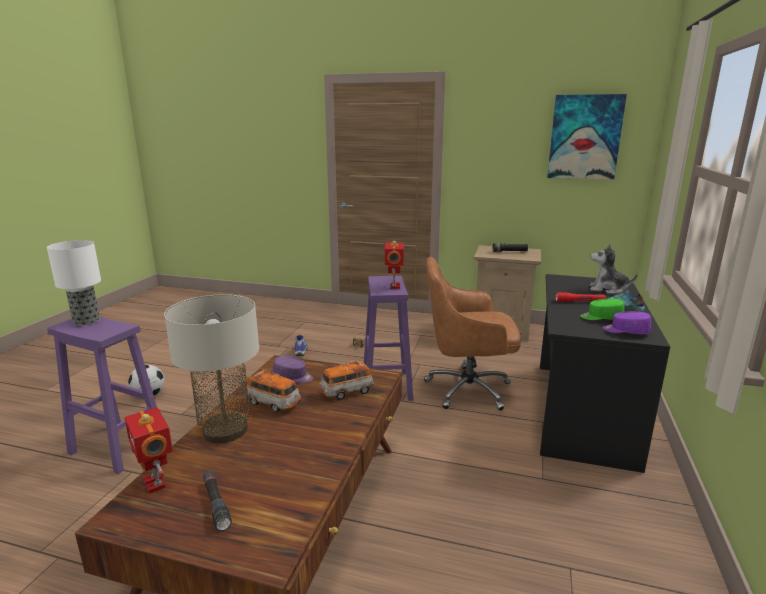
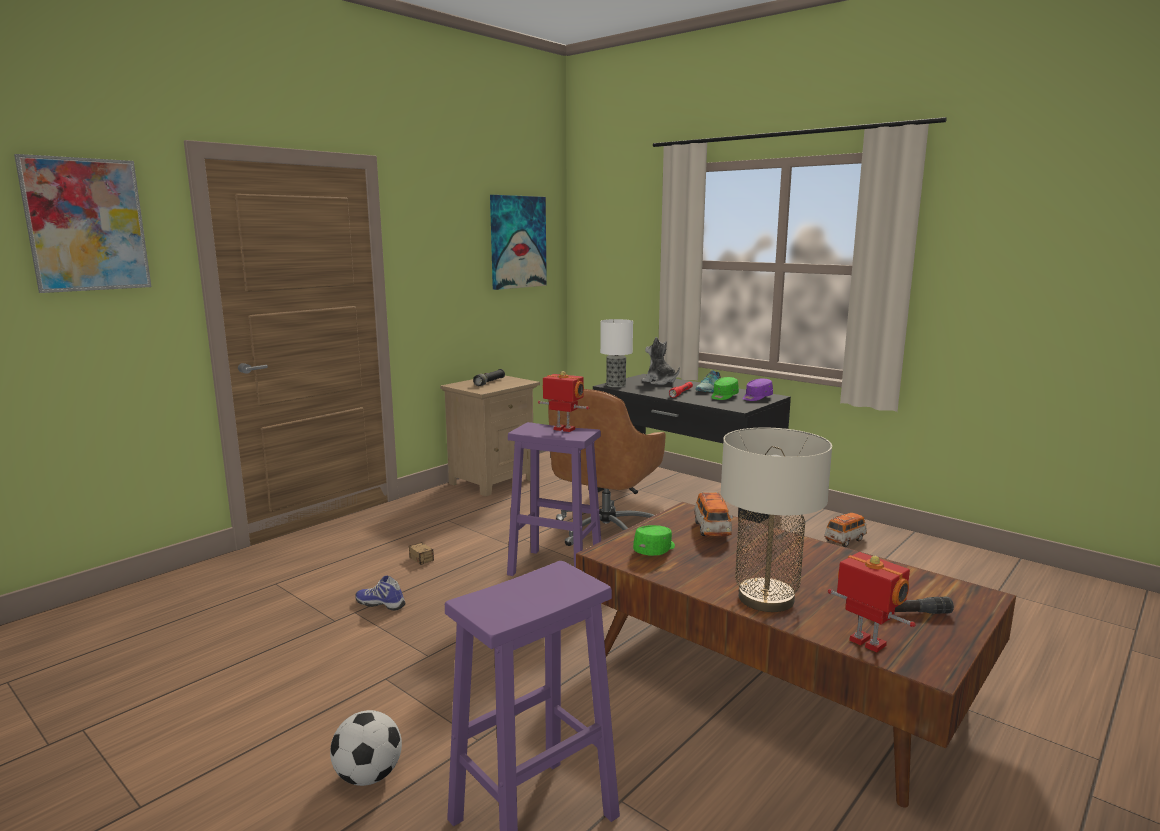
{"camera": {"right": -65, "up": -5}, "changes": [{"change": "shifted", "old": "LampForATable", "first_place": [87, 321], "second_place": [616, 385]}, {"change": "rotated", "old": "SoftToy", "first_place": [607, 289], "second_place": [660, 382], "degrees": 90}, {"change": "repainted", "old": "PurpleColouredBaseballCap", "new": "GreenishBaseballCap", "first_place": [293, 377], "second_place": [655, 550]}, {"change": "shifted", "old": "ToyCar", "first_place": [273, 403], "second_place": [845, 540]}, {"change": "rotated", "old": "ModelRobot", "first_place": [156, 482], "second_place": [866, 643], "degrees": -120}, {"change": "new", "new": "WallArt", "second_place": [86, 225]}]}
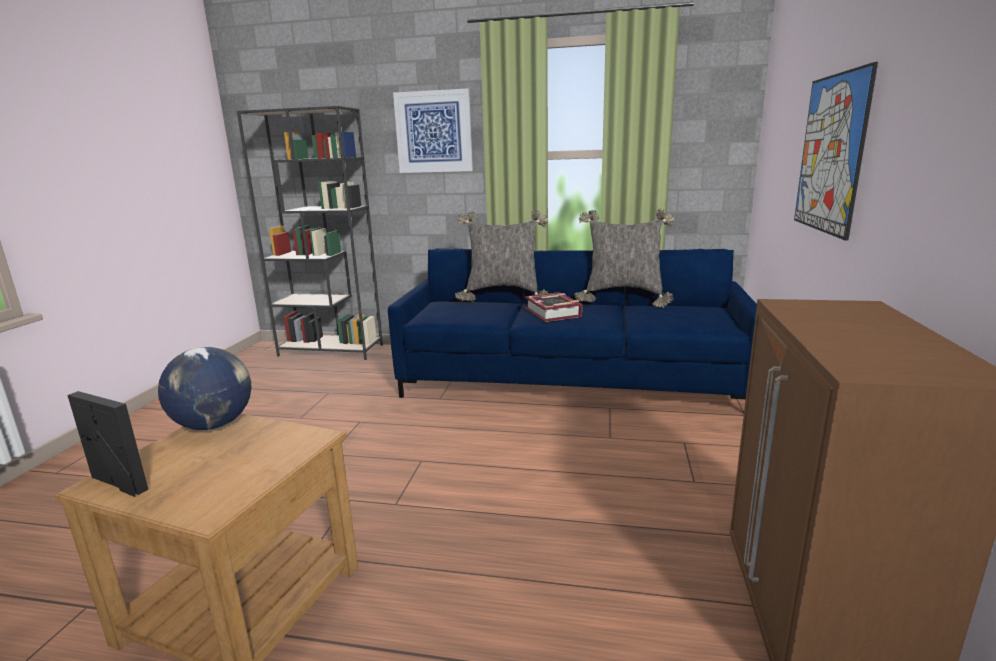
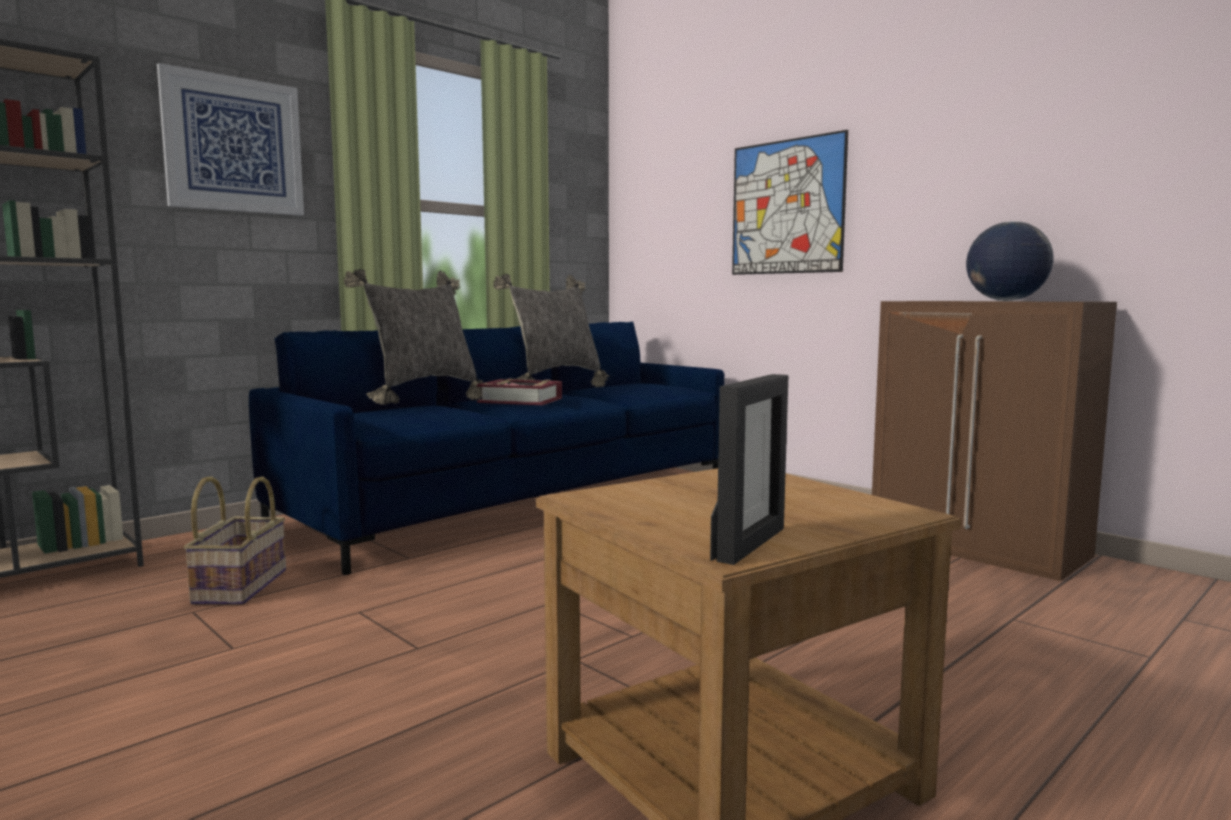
{"camera": {"right": -55, "up": -10}, "changes": [{"change": "shifted", "old": "Globe", "first_place": [215, 425], "second_place": [1005, 301]}, {"change": "rotated", "old": "PictureFrame", "first_place": [117, 484], "second_place": [749, 543], "degrees": 150}, {"change": "new", "new": "StorageBasket", "second_place": [239, 586]}]}
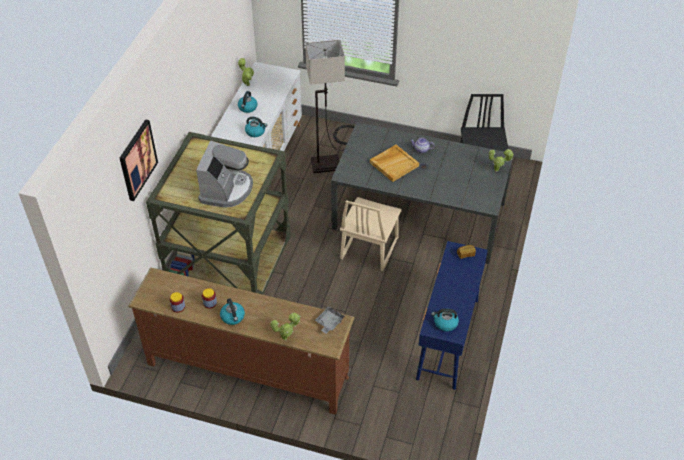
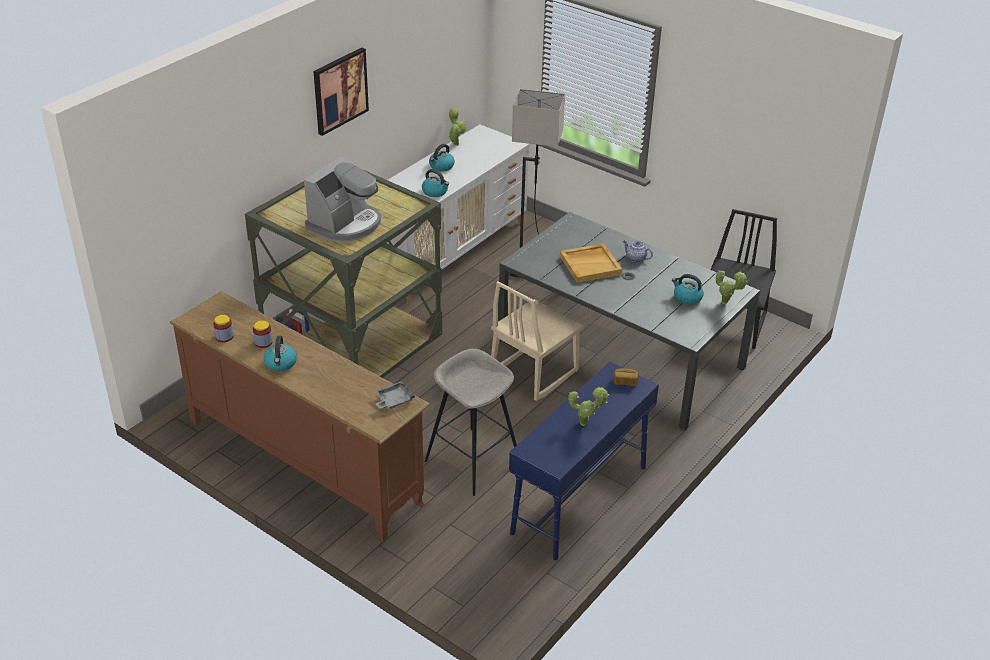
{"camera": {"right": 20, "up": -10}, "changes": [{"change": "shifted", "old": "WallArt", "first_place": [137, 159], "second_place": [340, 90]}, {"change": "shifted", "old": "Kettle", "first_place": [445, 323], "second_place": [687, 298]}, {"change": "shifted", "old": "Houseplant", "first_place": [286, 337], "second_place": [585, 423]}, {"change": "new", "new": "GrayStool", "second_place": [472, 460]}]}
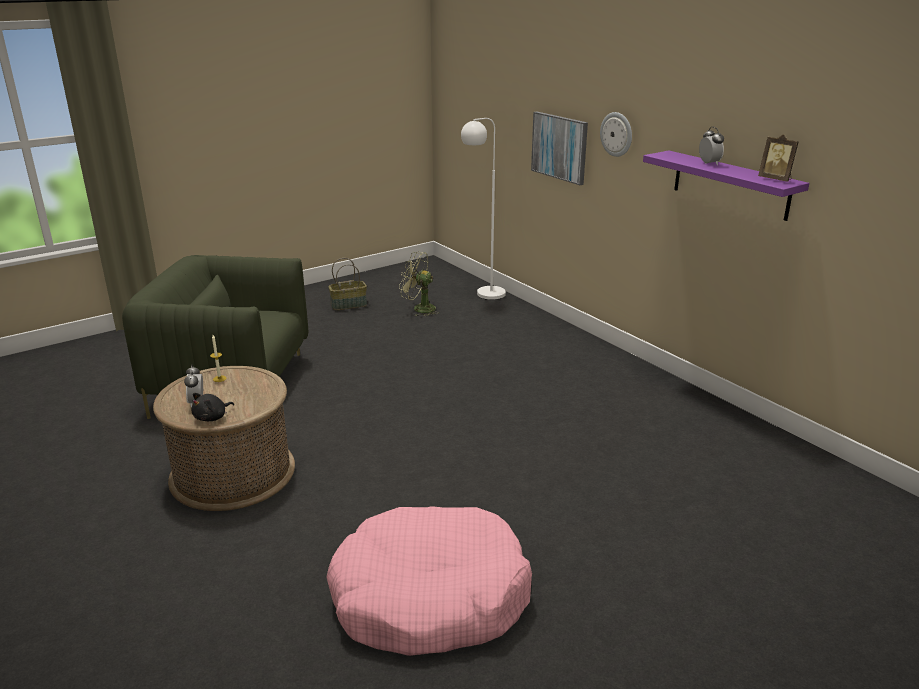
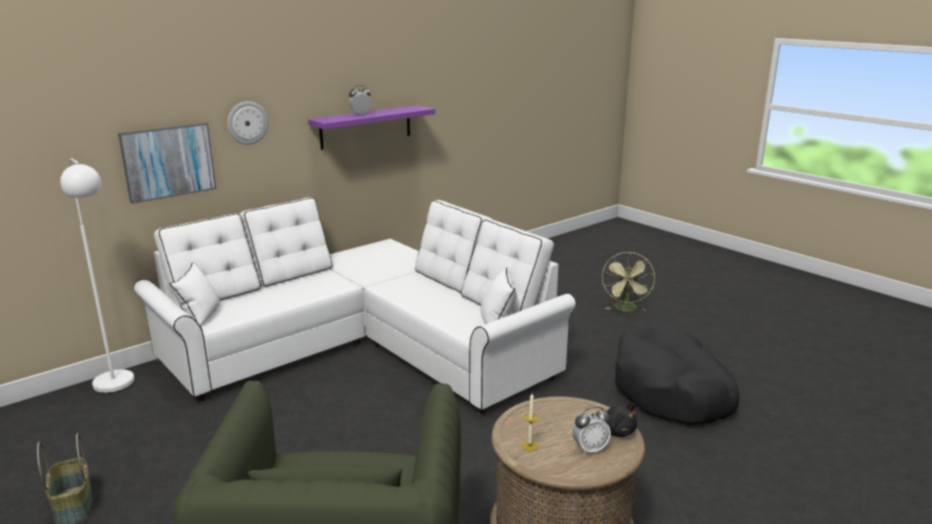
{"camera": {"right": -95, "up": -5}, "changes": [{"change": "gone", "old": "PictureFrame", "first_place": [776, 179]}, {"change": "shifted", "old": "GreenishElectricFan", "first_place": [419, 309], "second_place": [626, 310]}, {"change": "repainted", "old": "PinkDogBed", "new": "BlackColouredDogBed", "first_place": [430, 597], "second_place": [671, 391]}, {"change": "new", "new": "WhiteColouredCouch", "second_place": [365, 347]}]}
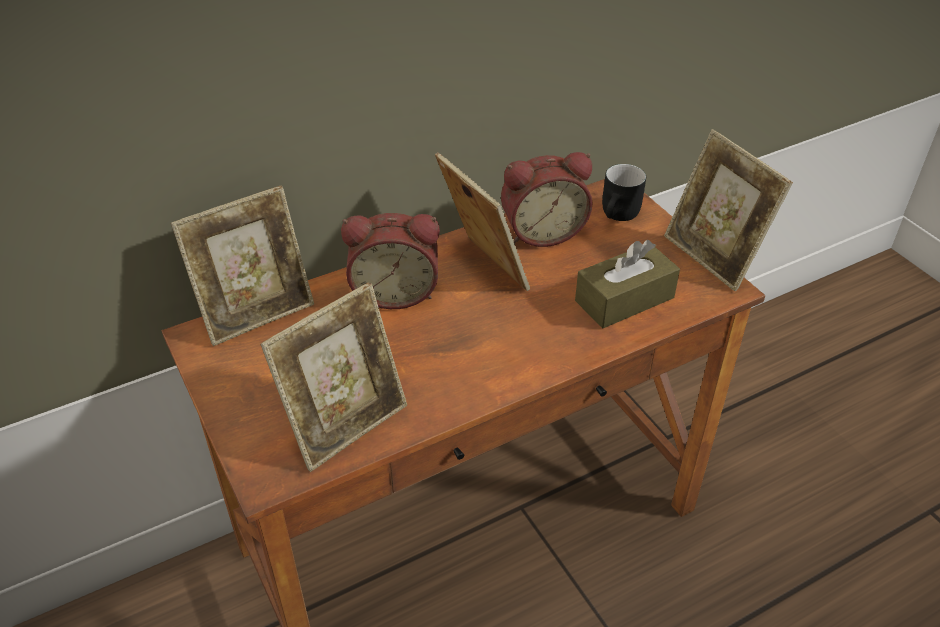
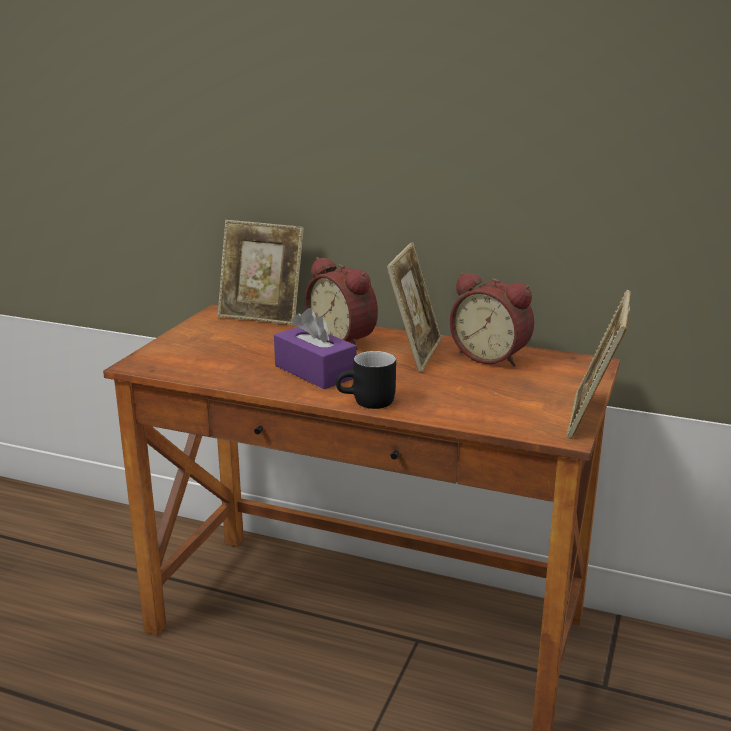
{"camera": {"right": 50, "up": -20}, "changes": [{"change": "shifted", "old": "BlackColouredTeaMug", "first_place": [620, 215], "second_place": [368, 403]}, {"change": "gone", "old": "BrownishBoxOfTissues", "first_place": [624, 299]}, {"change": "gone", "old": "PictureFrame", "first_place": [346, 424]}, {"change": "new", "new": "PurpleColouredBoxOfTissues", "second_place": [315, 371]}]}
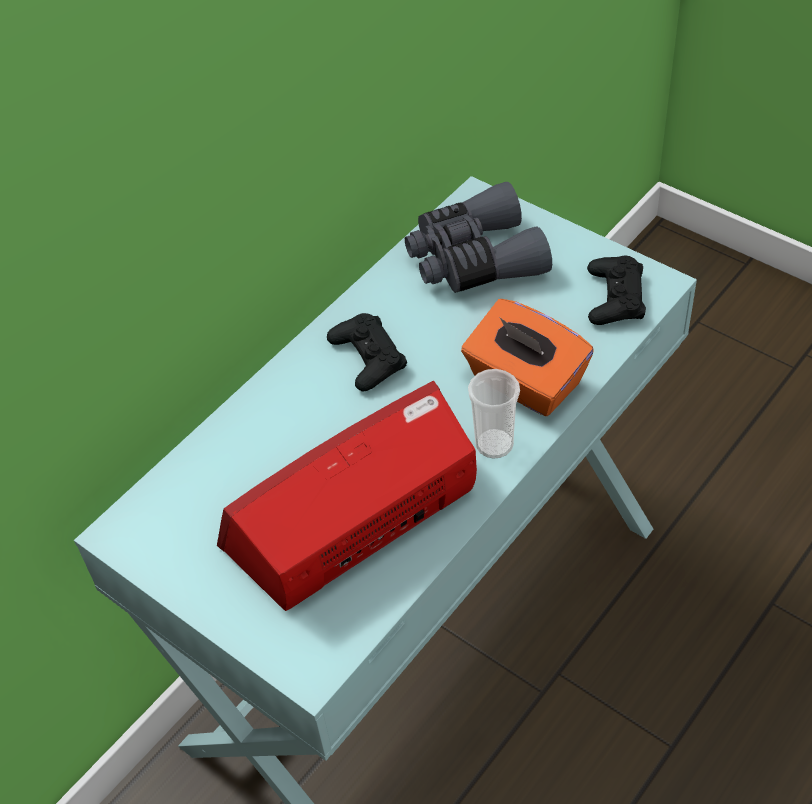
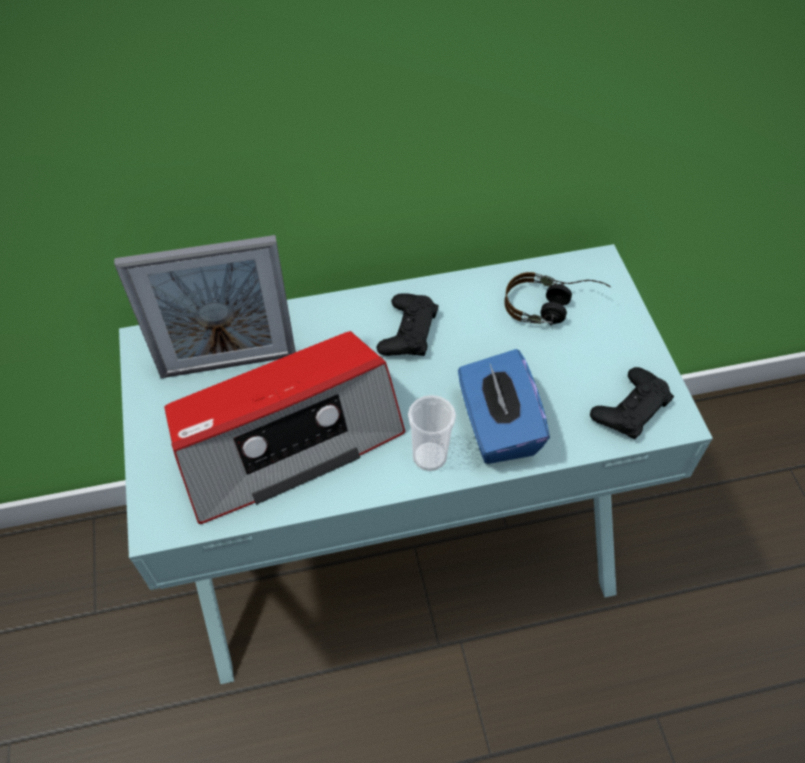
{"camera": {"right": 35, "up": 5}, "changes": [{"change": "swapped", "old": "GrayFieldGlasses", "new": "Headset", "first_place": [474, 259], "second_place": [553, 308]}, {"change": "repainted", "old": "OrangeBoxOfTissues", "new": "BluishBoxOfTissues", "first_place": [525, 382], "second_place": [497, 426]}, {"change": "rotated", "old": "RadioSet", "first_place": [354, 518], "second_place": [286, 439], "degrees": 150}, {"change": "new", "new": "PictureFrame", "second_place": [228, 364]}]}
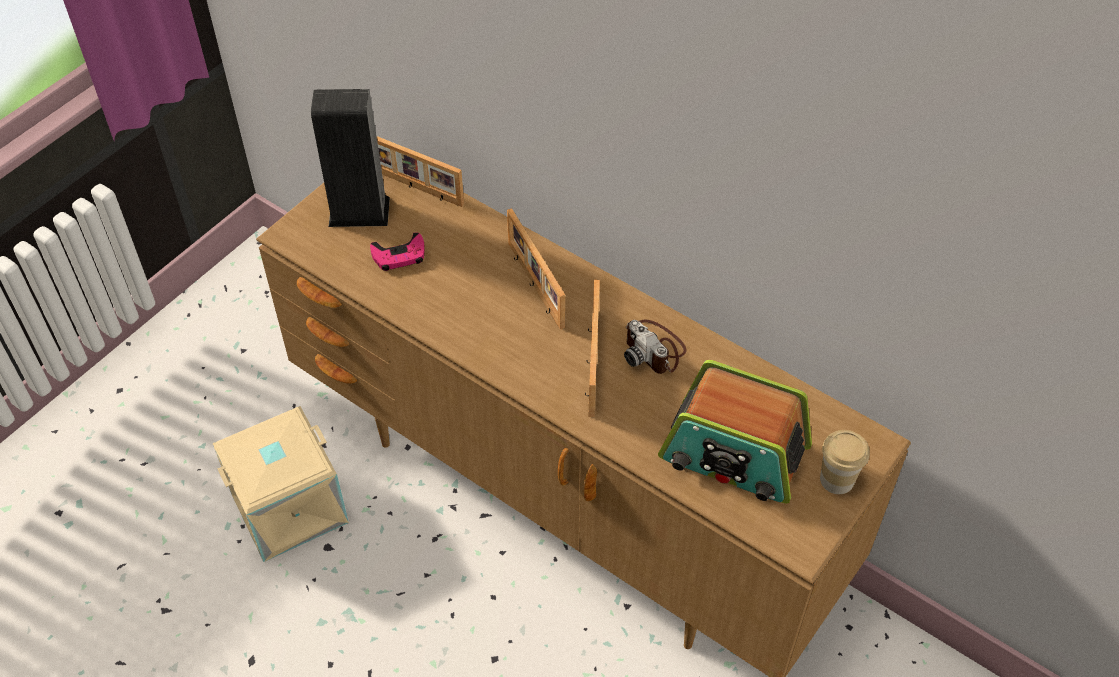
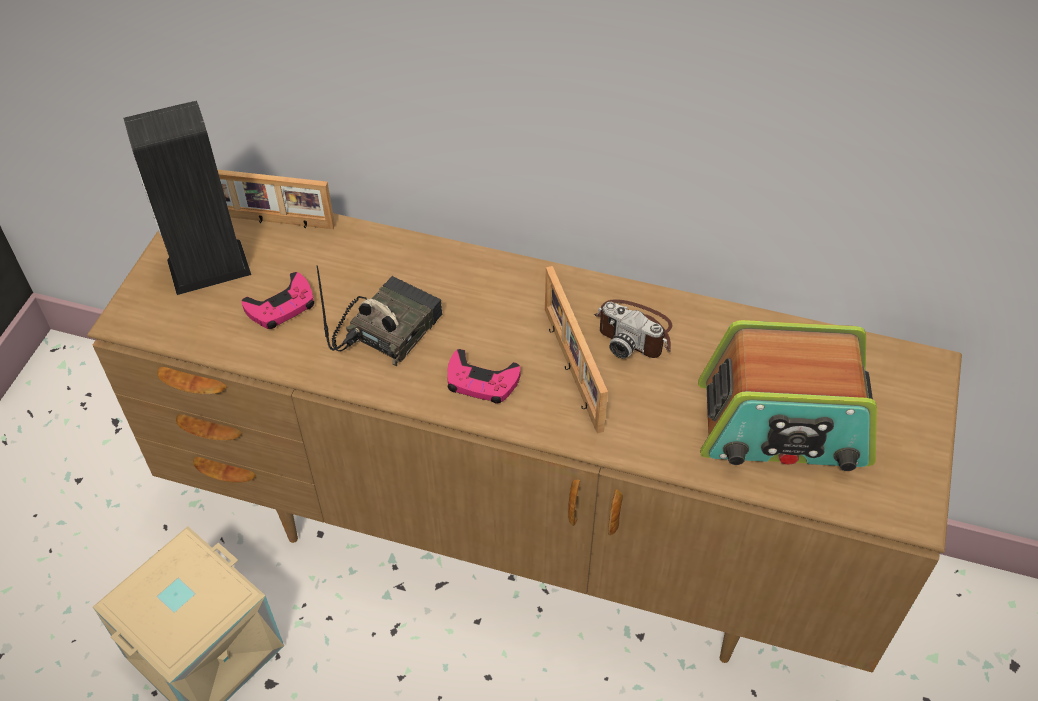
{"camera": {"right": -20, "up": 0}, "changes": [{"change": "gone", "old": "PictureFrame", "first_place": [534, 285]}, {"change": "gone", "old": "SmallCup", "first_place": [837, 479]}, {"change": "new", "new": "RadioSet", "second_place": [387, 328]}, {"change": "new", "new": "PinkGamepad", "second_place": [481, 381]}]}
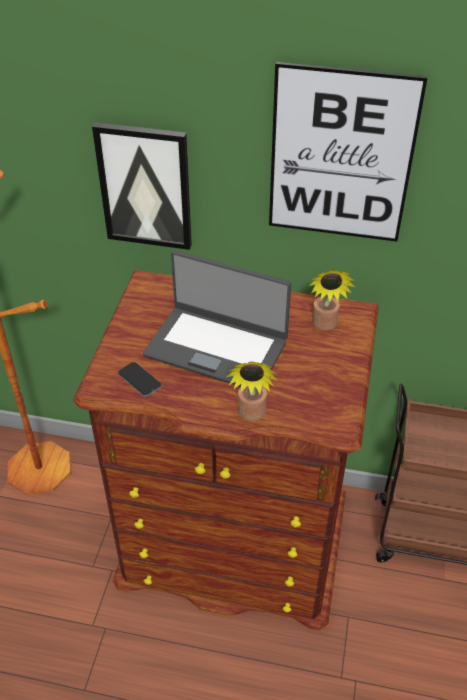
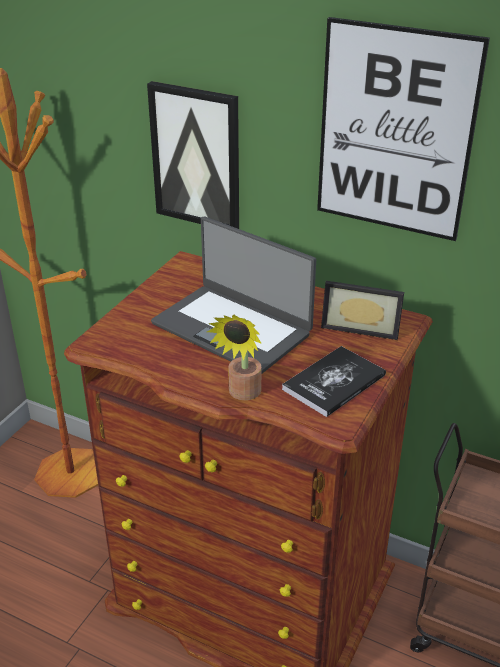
{"camera": {"right": 15, "up": -10}, "changes": [{"change": "swapped", "old": "Houseplant", "new": "PictureFrame", "first_place": [325, 325], "second_place": [361, 326]}, {"change": "gone", "old": "Phone", "first_place": [139, 380]}, {"change": "new", "new": "Volume", "second_place": [334, 382]}]}
